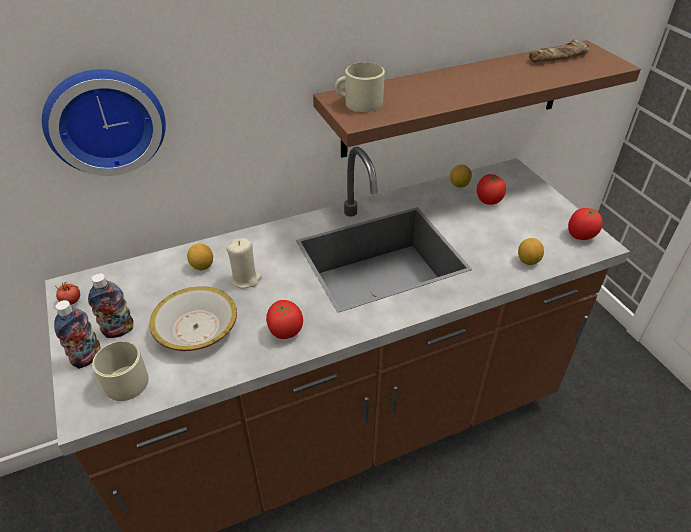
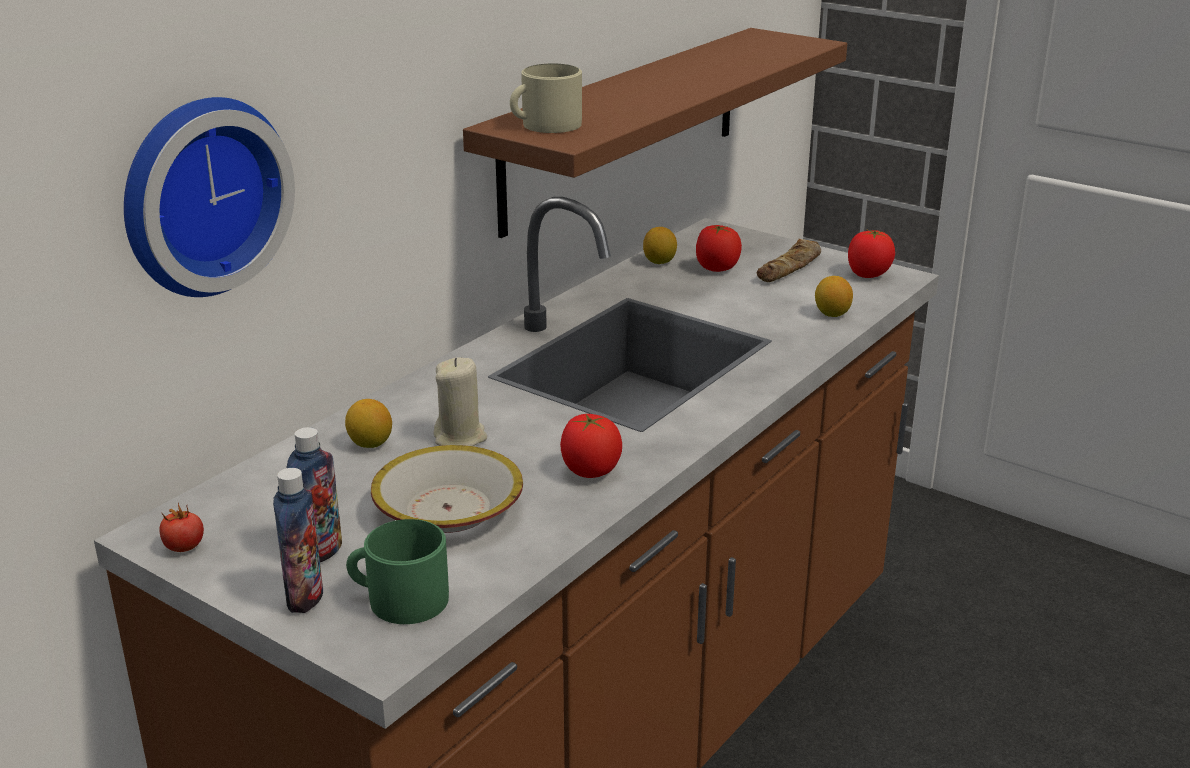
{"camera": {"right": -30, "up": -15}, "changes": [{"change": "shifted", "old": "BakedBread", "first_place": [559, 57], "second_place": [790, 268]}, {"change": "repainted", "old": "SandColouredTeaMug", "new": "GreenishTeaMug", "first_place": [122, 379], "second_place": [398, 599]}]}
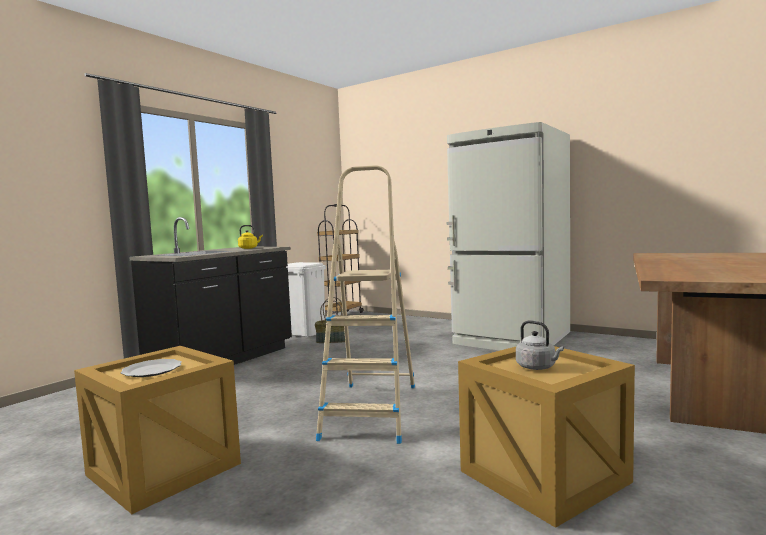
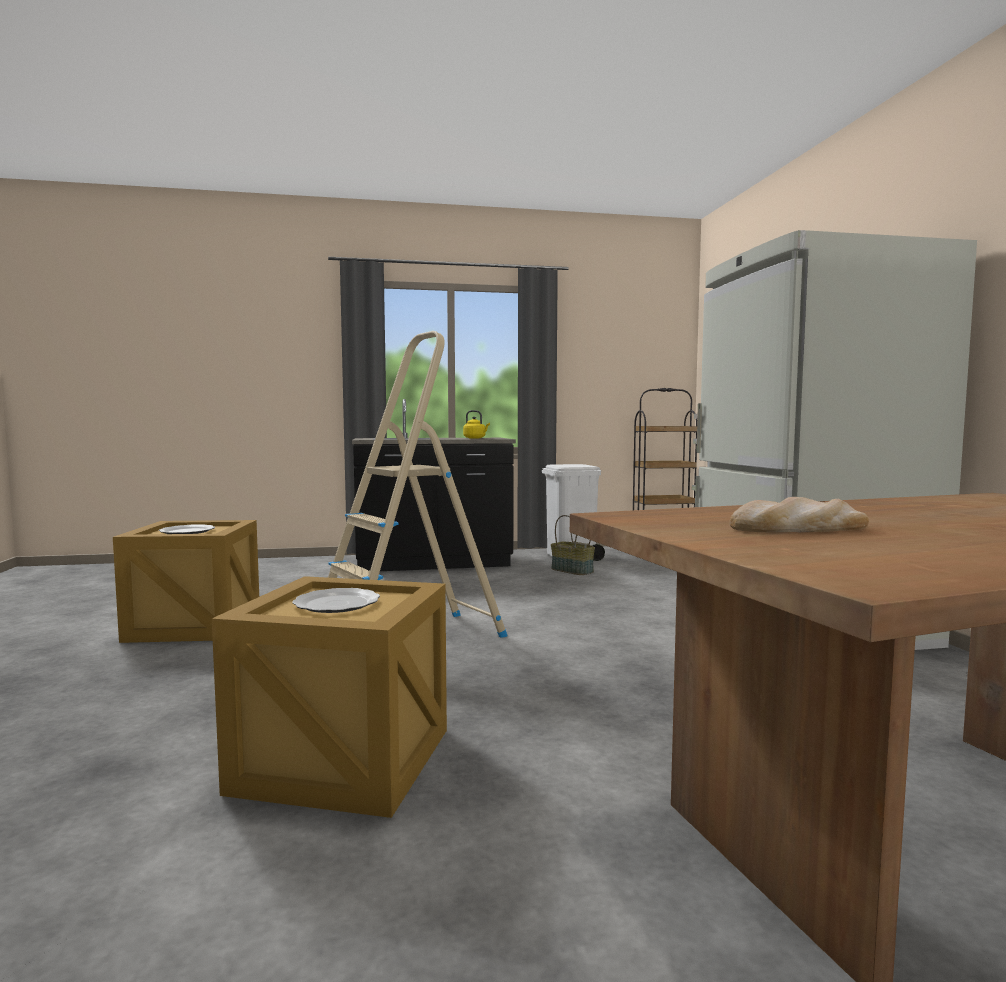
{"camera": {"right": 45, "up": 0}, "changes": [{"change": "swapped", "old": "GrayKettle", "new": "DinnerPlate", "first_place": [537, 367], "second_place": [337, 604]}, {"change": "new", "new": "BakedBread", "second_place": [798, 528]}]}
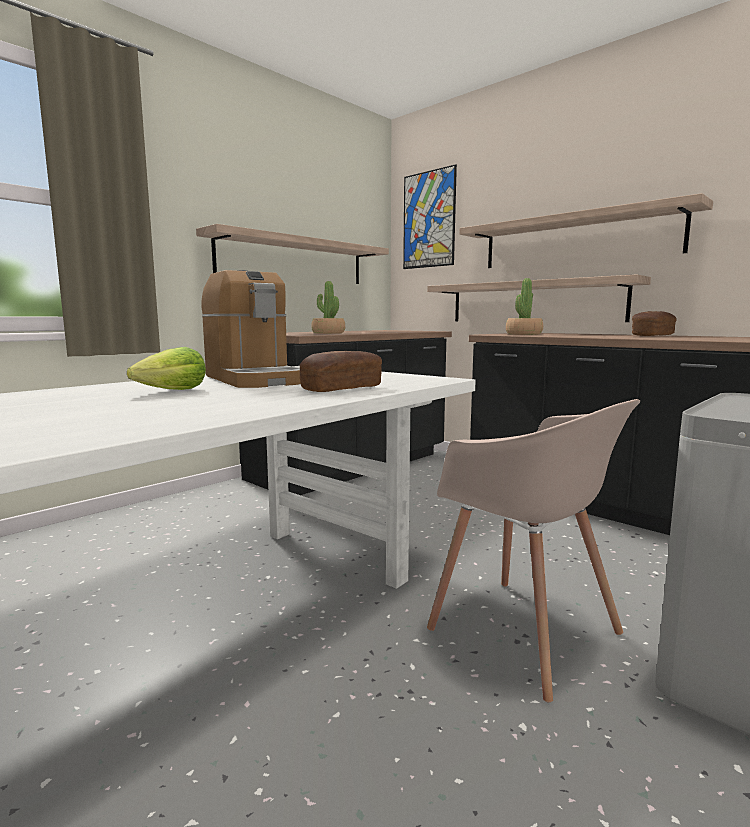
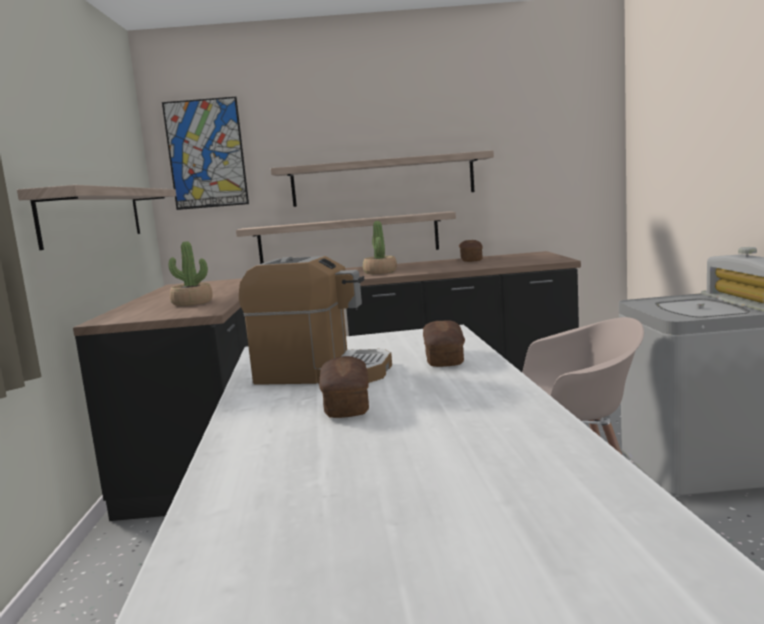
{"camera": {"right": -45, "up": 0}, "changes": [{"change": "swapped", "old": "HeadOfLettuce", "new": "BakedBread", "first_place": [173, 391], "second_place": [346, 404]}]}
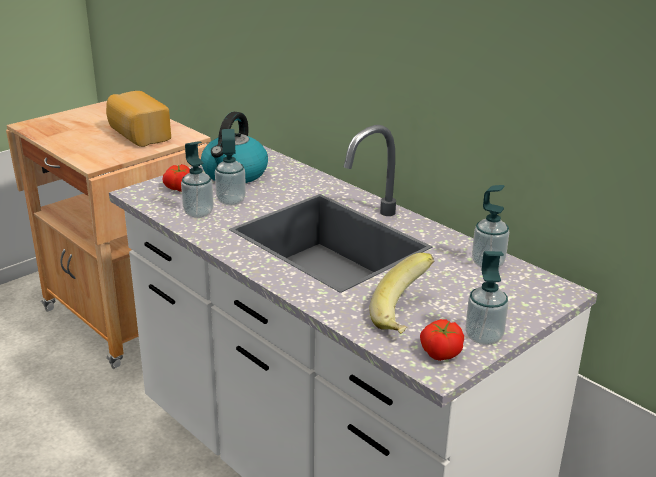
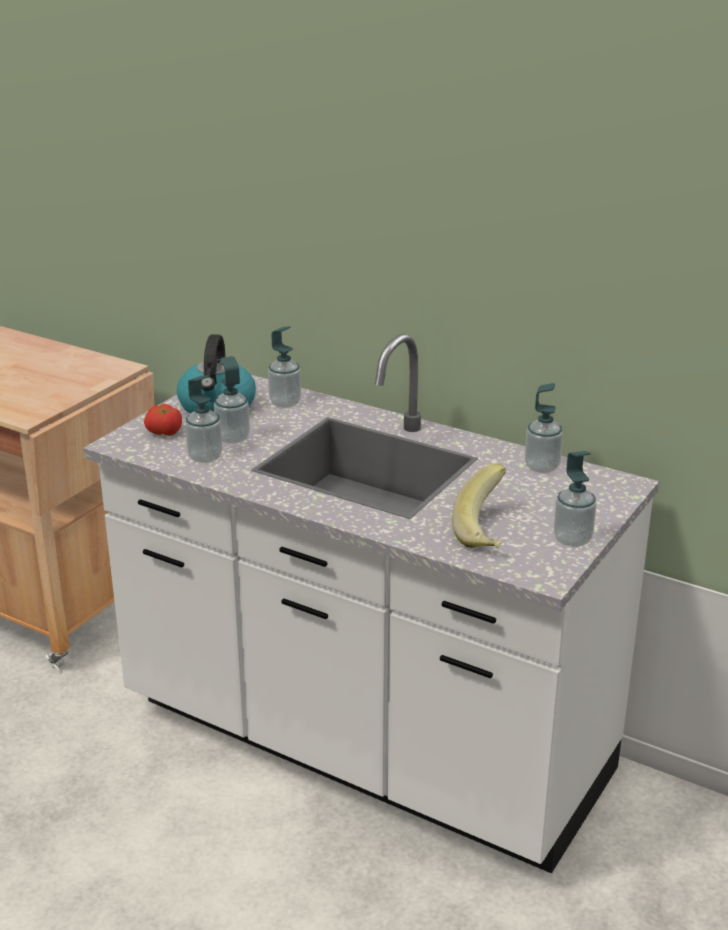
{"camera": {"right": -15, "up": 0}, "changes": [{"change": "gone", "old": "BakedBread", "first_place": [138, 135]}, {"change": "gone", "old": "FreshTomato", "first_place": [440, 352]}, {"change": "new", "new": "LiquidSoapBottle", "second_place": [285, 403]}]}
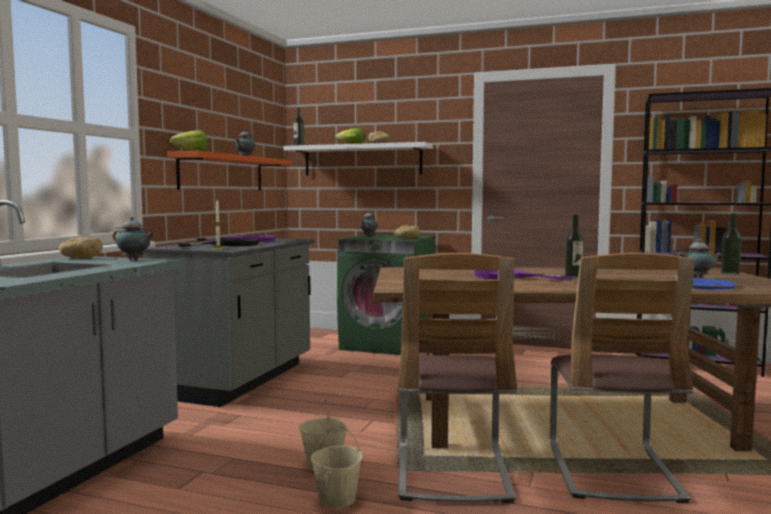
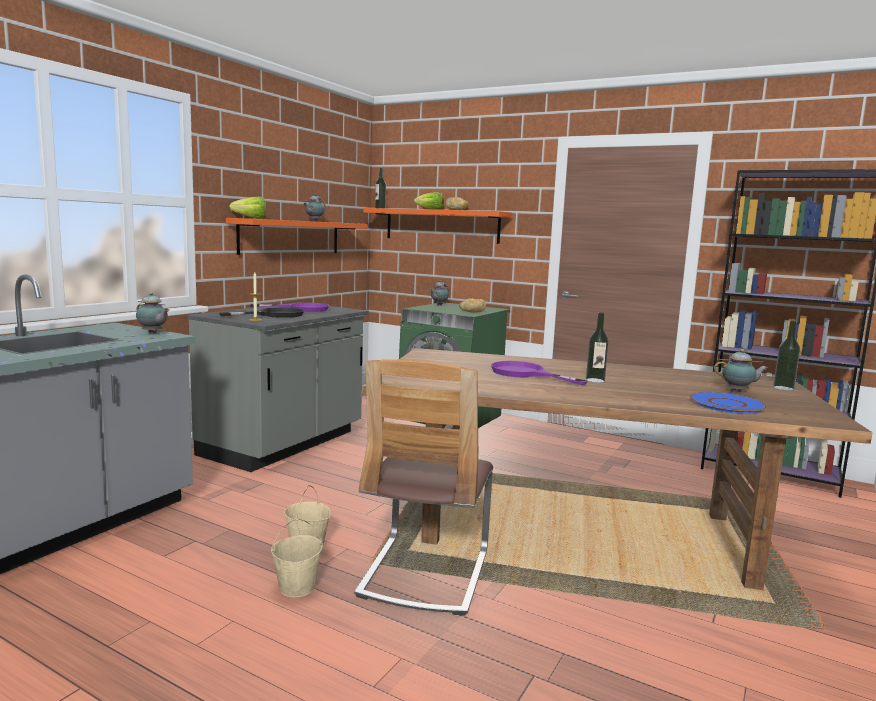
{"camera": {"right": 10, "up": 5}, "changes": [{"change": "repainted", "old": "WhiteColouredWallShelf", "new": "OrangeWallShelf", "first_place": [362, 160], "second_place": [441, 225]}, {"change": "gone", "old": "BakedBread", "first_place": [80, 258]}, {"change": "gone", "old": "PlainChair", "first_place": [612, 471]}]}
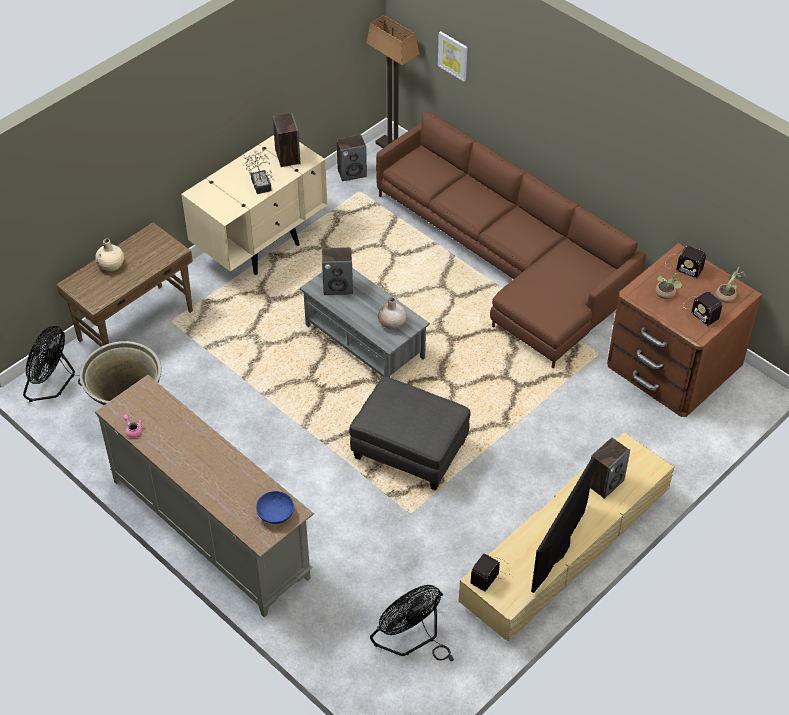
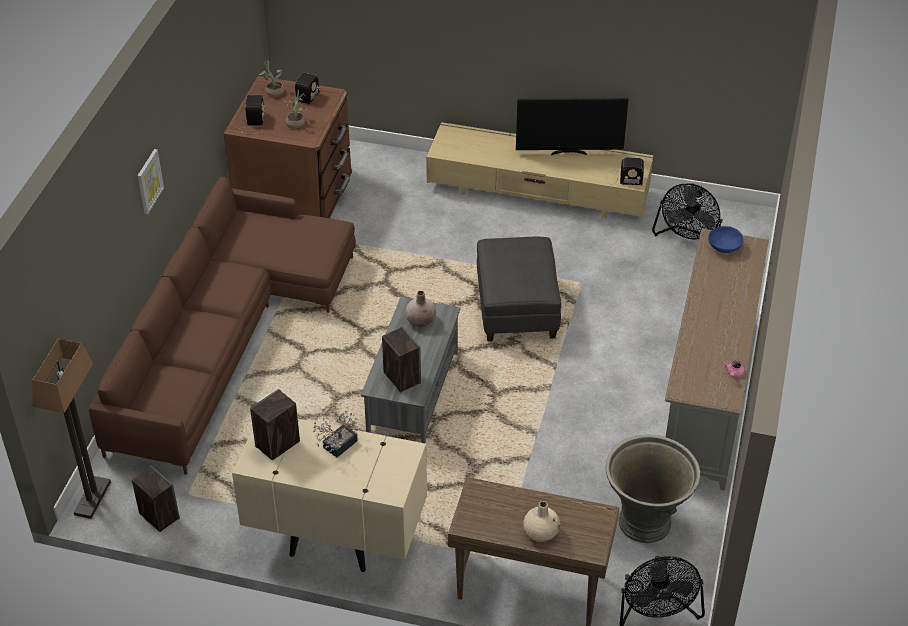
{"camera": {"right": -120, "up": -5}, "changes": [{"change": "shifted", "old": "WallArt", "first_place": [453, 55], "second_place": [149, 181]}, {"change": "gone", "old": "Speaker", "first_place": [605, 482]}]}
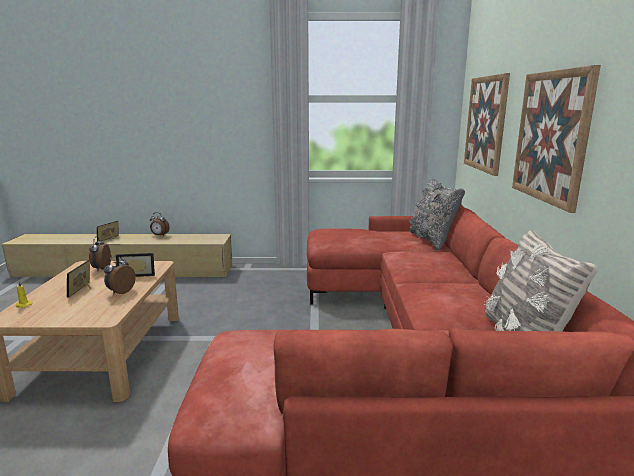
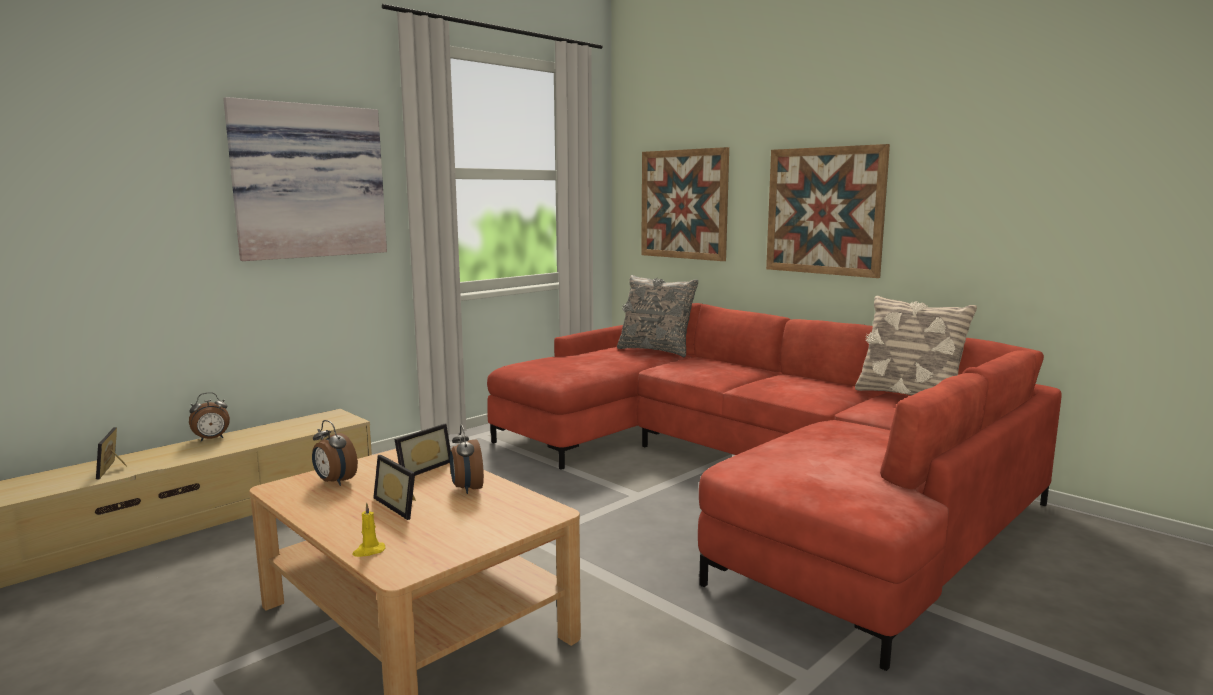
{"camera": {"right": -45, "up": -5}, "changes": [{"change": "new", "new": "WallArt", "second_place": [308, 181]}]}
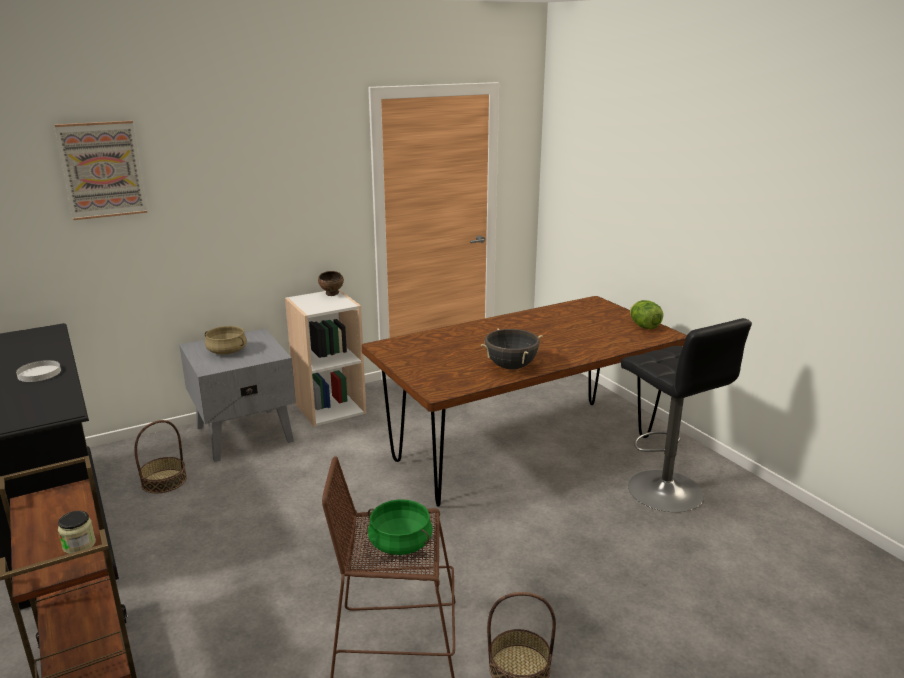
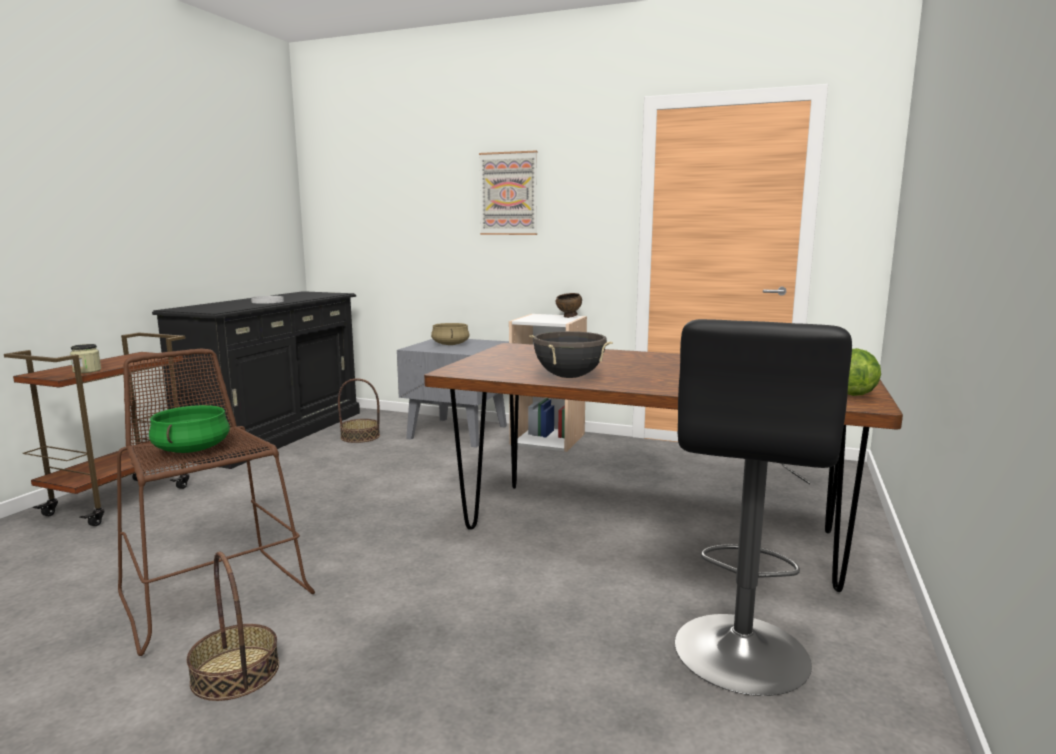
{"camera": {"right": 50, "up": -10}, "changes": [{"change": "shifted", "old": "WallArt", "first_place": [102, 170], "second_place": [508, 194]}]}
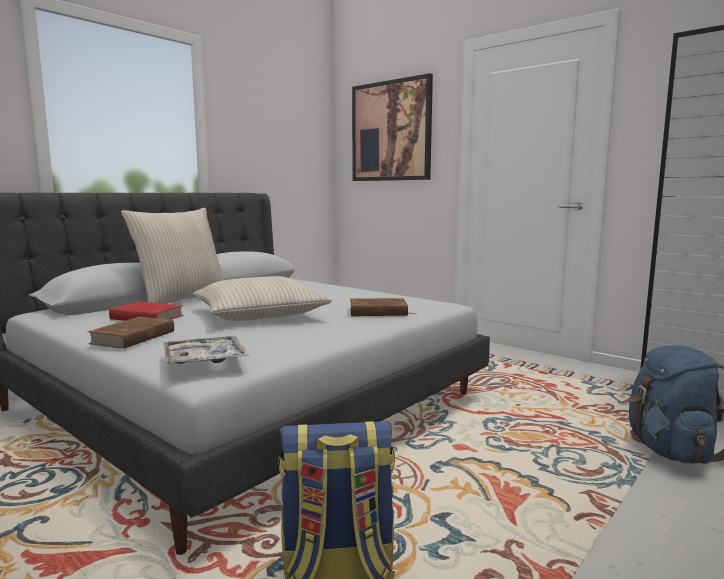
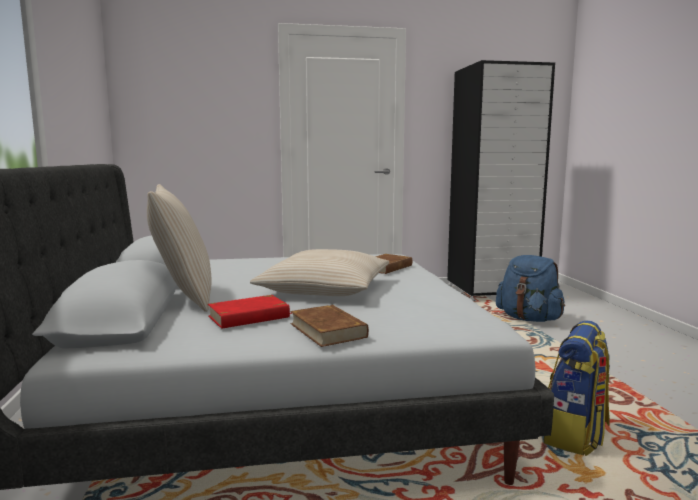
{"camera": {"right": -50, "up": 0}, "changes": [{"change": "gone", "old": "WallArt", "first_place": [391, 131]}, {"change": "gone", "old": "Tray", "first_place": [205, 360]}]}
